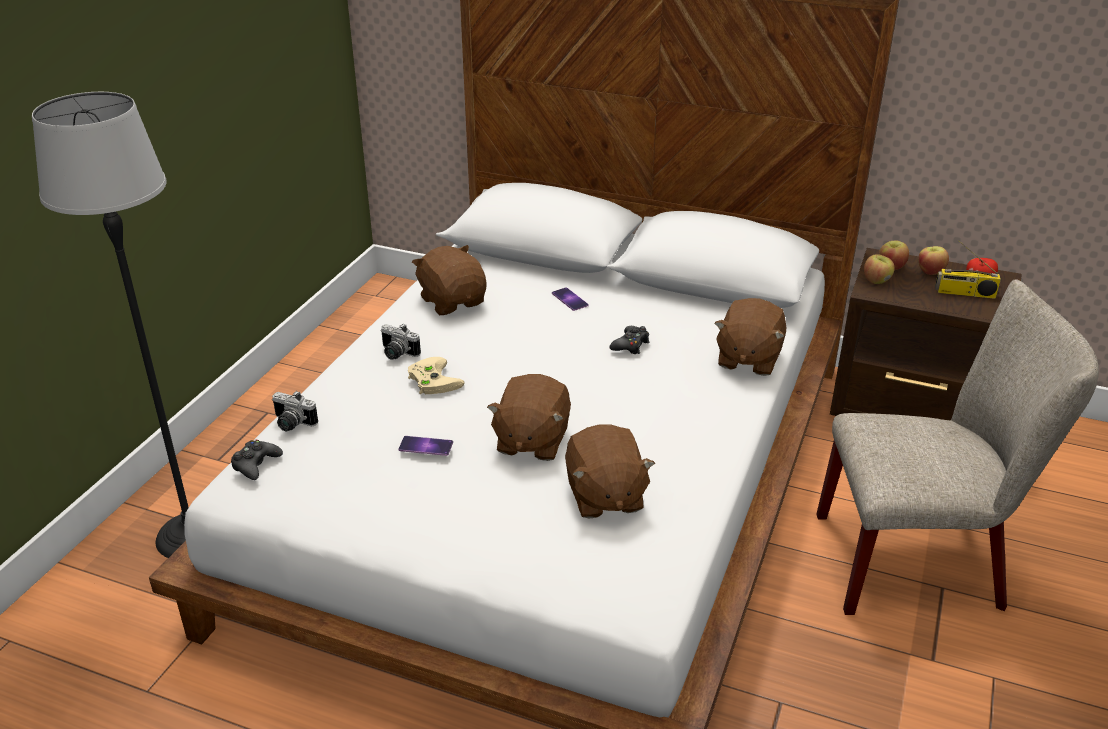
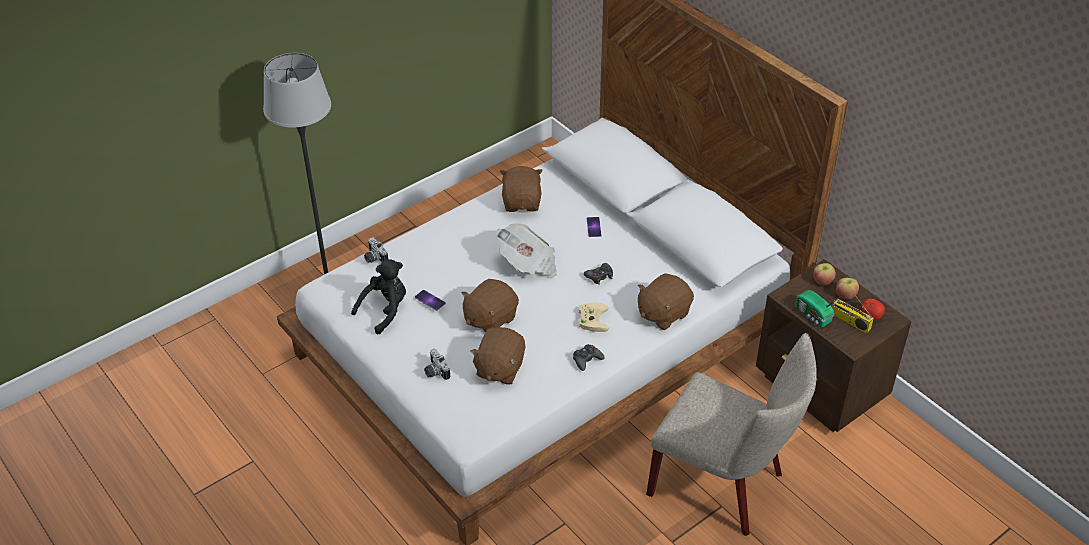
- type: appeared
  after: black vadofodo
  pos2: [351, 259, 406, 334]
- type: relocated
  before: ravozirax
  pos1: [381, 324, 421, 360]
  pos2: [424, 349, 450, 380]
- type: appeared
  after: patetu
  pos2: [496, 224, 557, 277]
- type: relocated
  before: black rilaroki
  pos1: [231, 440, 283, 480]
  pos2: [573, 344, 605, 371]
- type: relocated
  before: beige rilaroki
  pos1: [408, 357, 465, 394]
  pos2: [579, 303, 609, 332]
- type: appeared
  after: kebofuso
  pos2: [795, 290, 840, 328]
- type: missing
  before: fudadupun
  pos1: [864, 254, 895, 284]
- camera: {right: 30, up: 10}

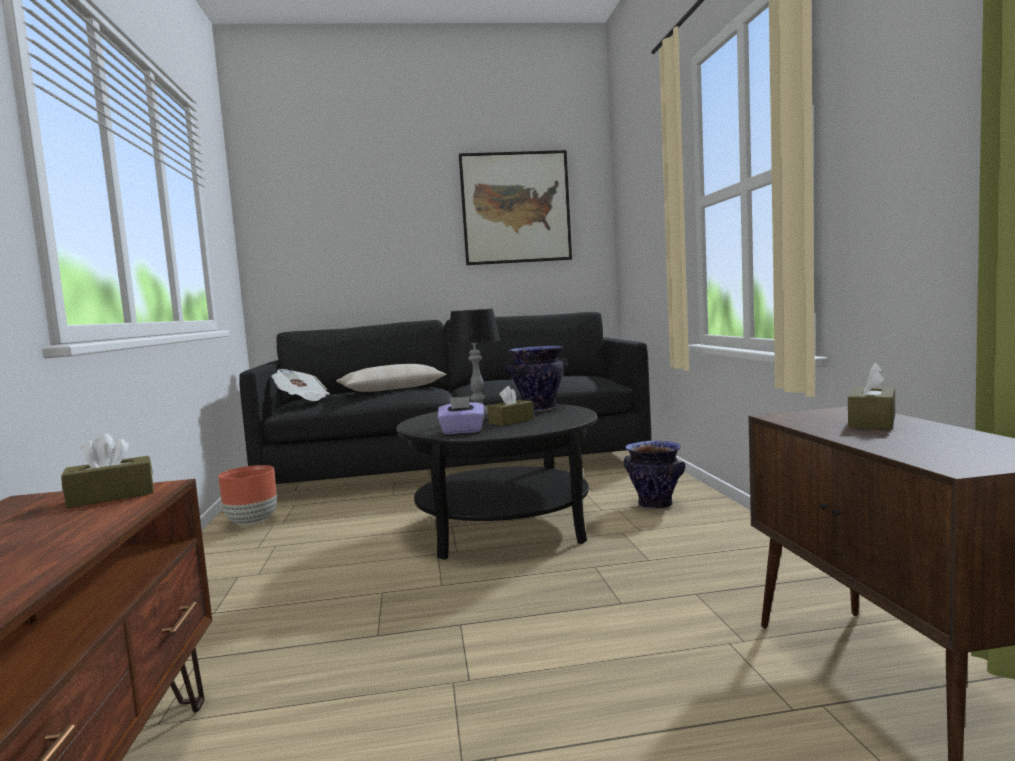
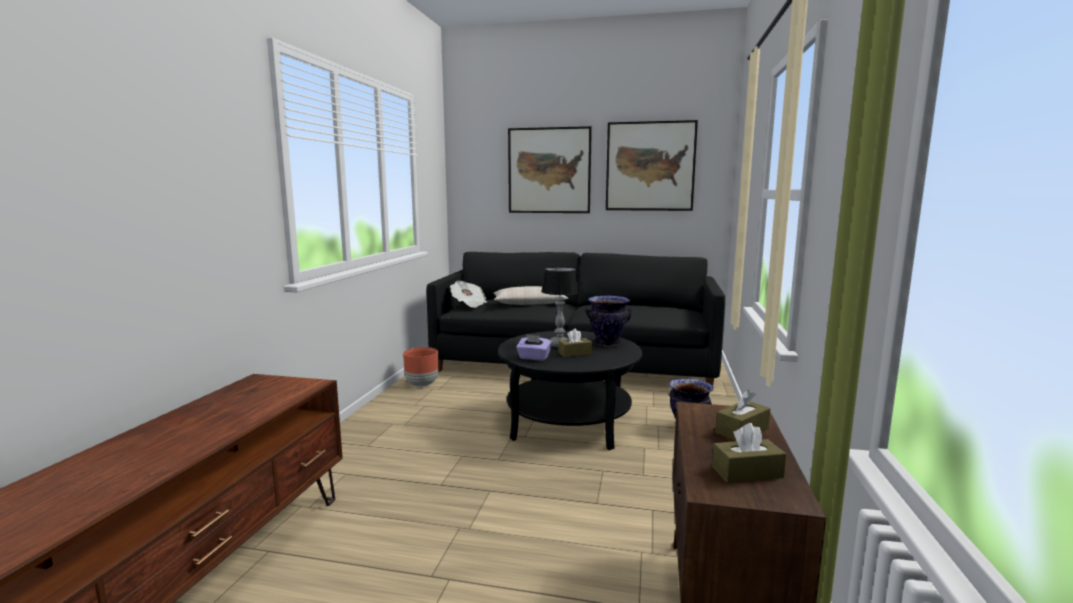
- type: appeared
  after: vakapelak
  pos2: [508, 126, 592, 213]
- type: relocated
  before: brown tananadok
  pos1: [61, 434, 154, 508]
  pos2: [712, 423, 786, 483]
- camera: {right: 20, up: 5}

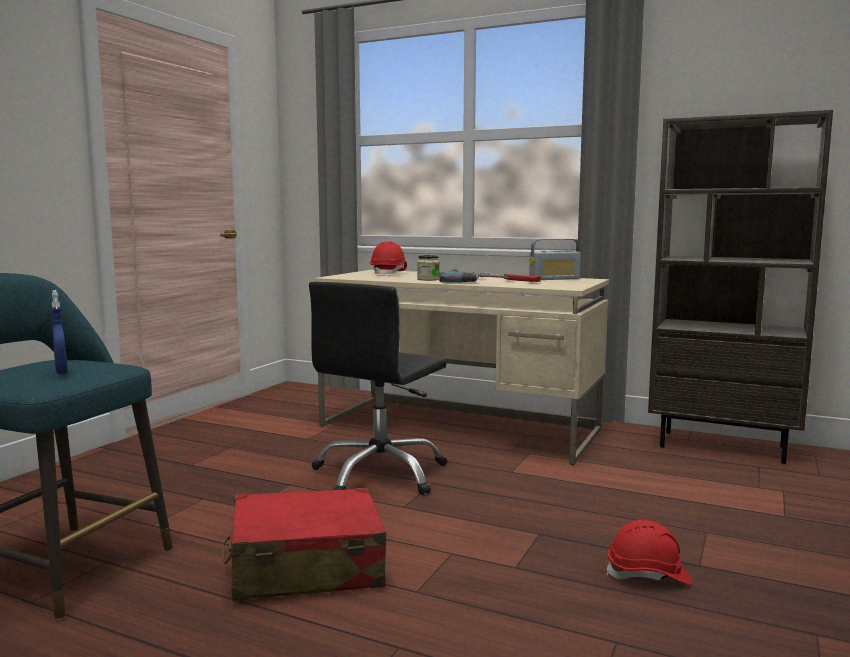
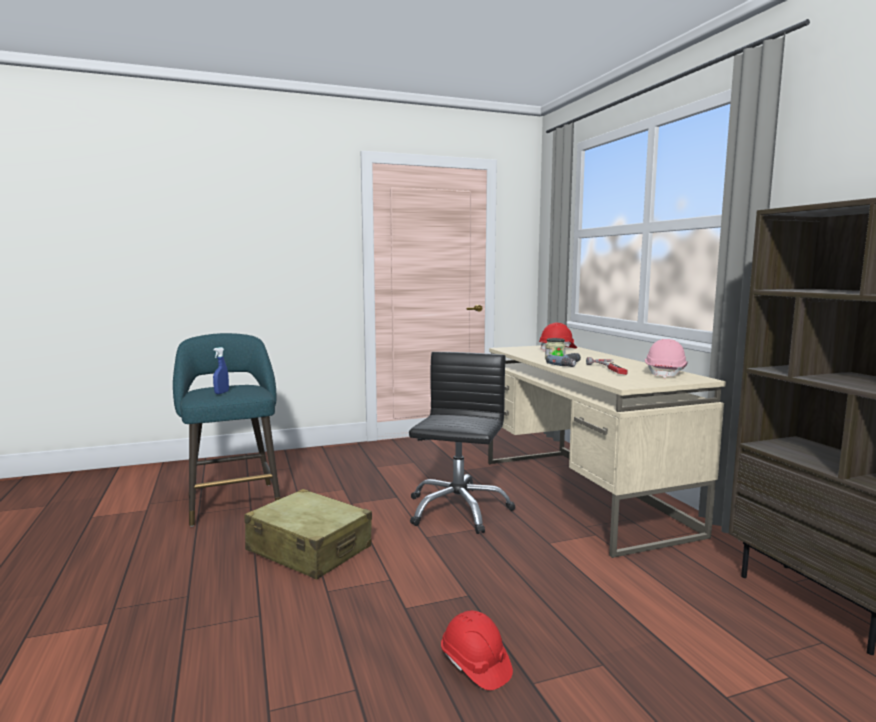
- type: colour
  before: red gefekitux
  after: beige gefekitux
  pos1: [222, 488, 386, 601]
  pos2: [244, 489, 372, 580]
- type: spun
  before: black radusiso
  pos1: [309, 282, 447, 495]
  pos2: [409, 352, 515, 534]
  turn: 120
- type: exchanged
  before: kebofuso
  after: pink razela
  pos1: [529, 239, 581, 280]
  pos2: [645, 339, 688, 378]
- camera: {right: 45, up: 0}

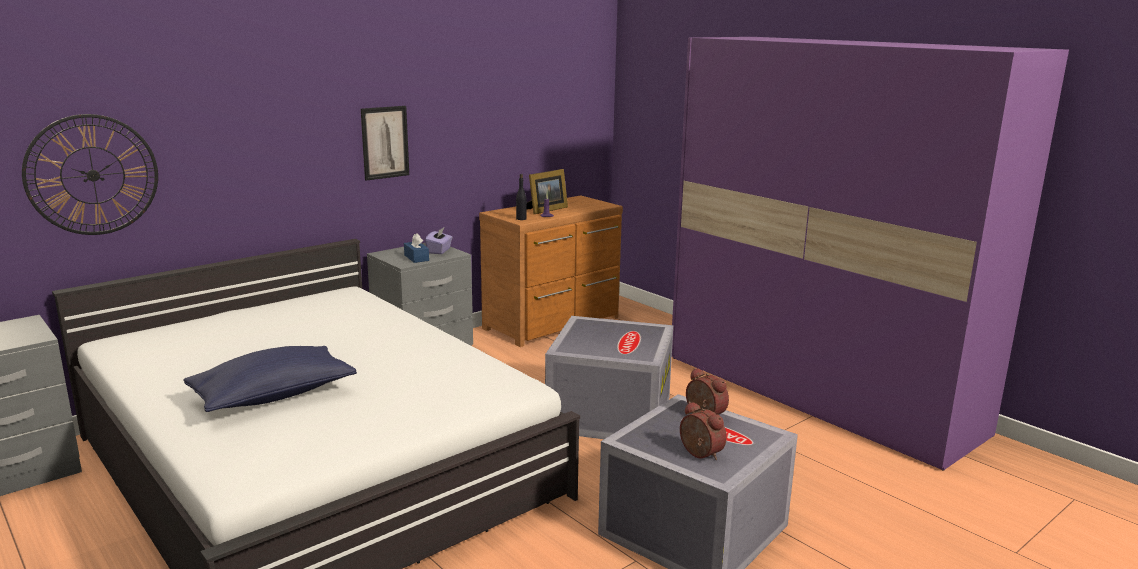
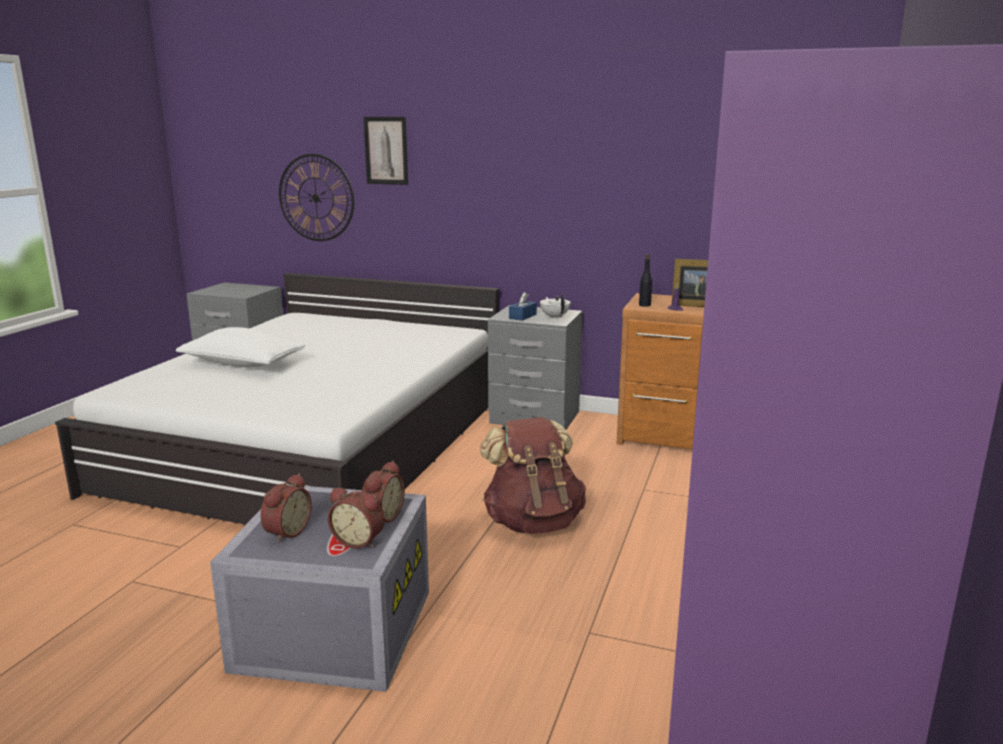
- type: colour
  before: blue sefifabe
  after: white sefifabe
  pos1: [183, 346, 357, 412]
  pos2: [176, 327, 305, 368]
- type: appeared
  after: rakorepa
  pos2: [328, 488, 385, 548]
- type: relocated
  before: vakapelak
  pos1: [361, 106, 409, 181]
  pos2: [364, 117, 408, 185]
- type: exchanged
  before: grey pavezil
  after: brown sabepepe
  pos1: [545, 316, 673, 439]
  pos2: [480, 417, 586, 534]
- type: exchanged
  before: purple tananadok
  after: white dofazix
  pos1: [425, 228, 452, 254]
  pos2: [540, 295, 570, 319]
- camera: {right: 60, up: 0}

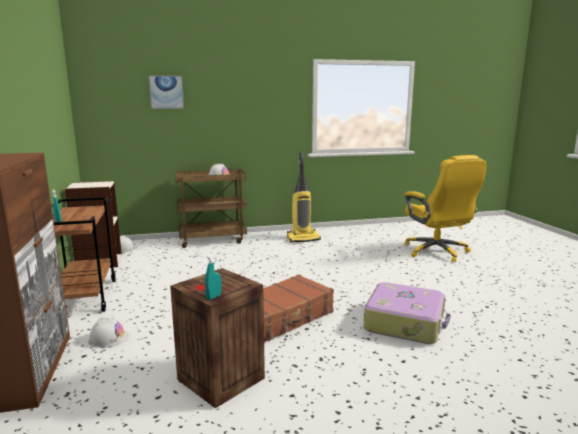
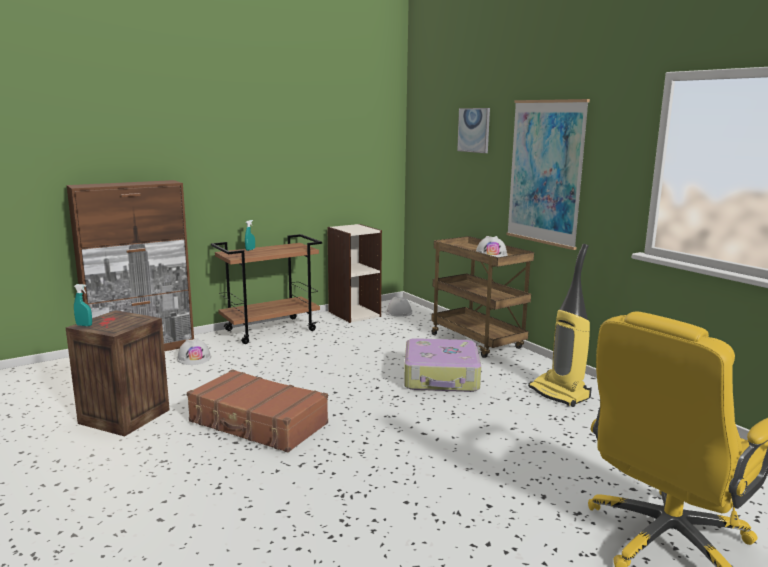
- type: relocated
  before: gefekitux
  pos1: [363, 282, 451, 344]
  pos2: [404, 338, 481, 392]
- type: appeared
  after: vakapelak
  pos2: [506, 99, 590, 250]
- camera: {right: 70, up: 0}

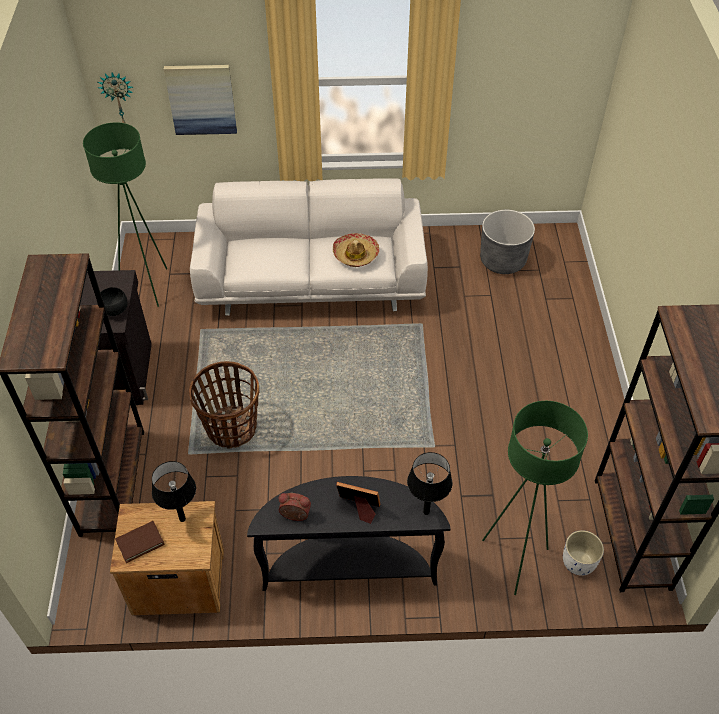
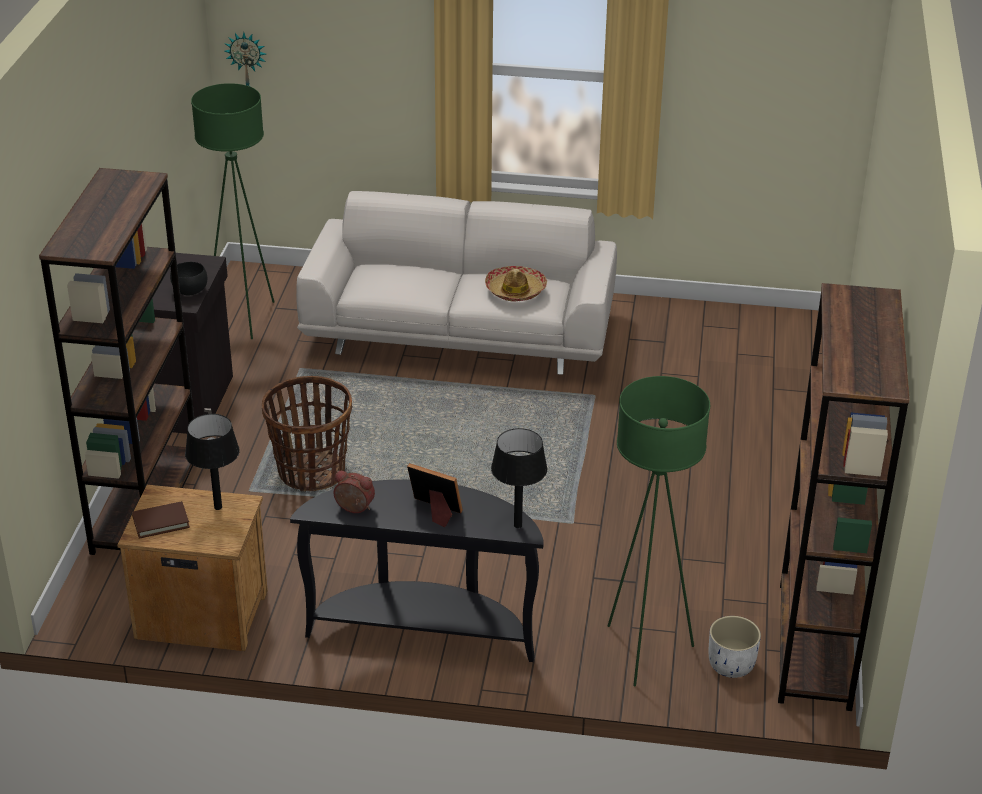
- type: missing
  before: vakapelak
  pos1: [164, 65, 237, 135]
- type: missing
  before: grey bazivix
  pos1: [480, 210, 535, 274]
- camera: {right: 10, up: -15}

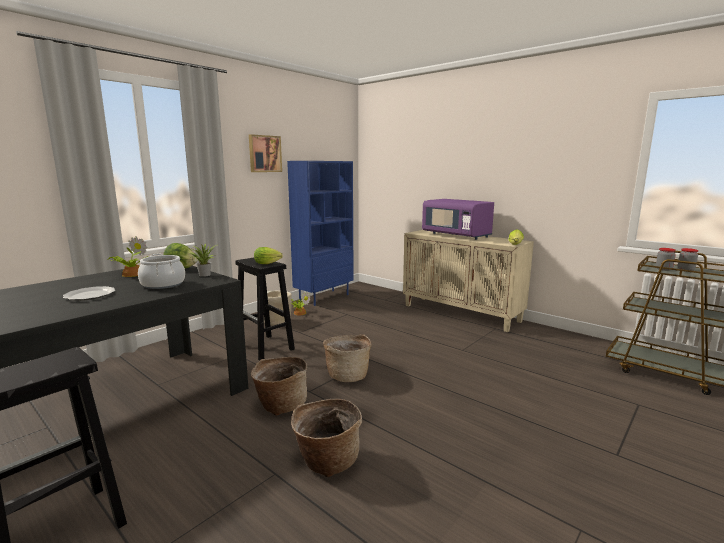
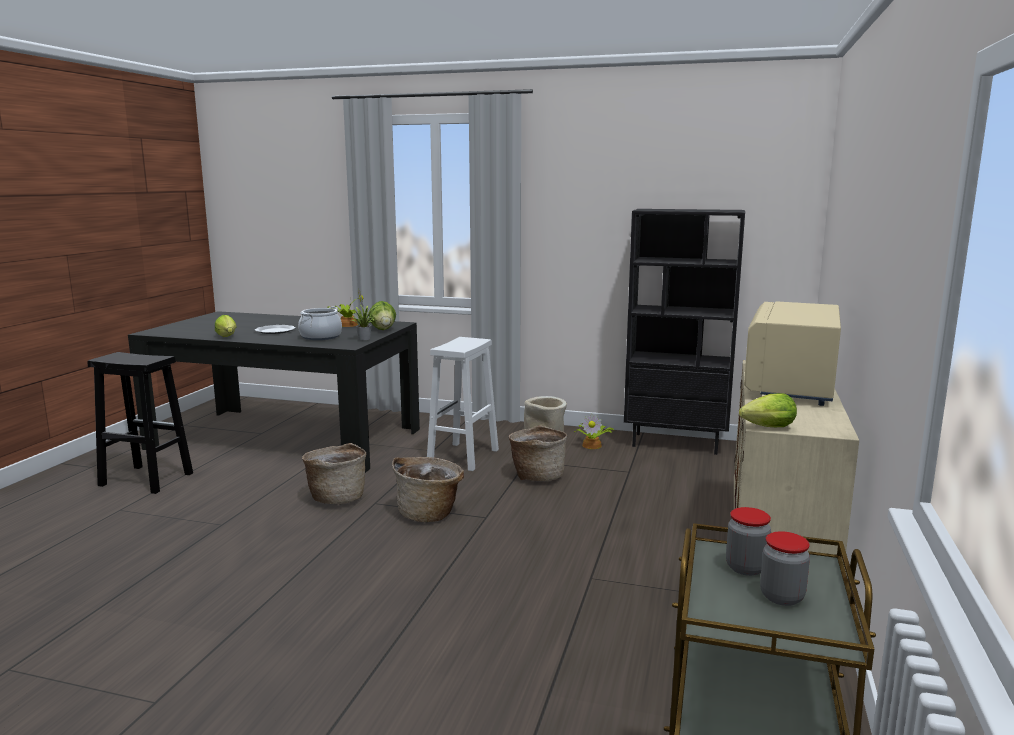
- type: relocated
  before: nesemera
  pos1: [254, 247, 283, 264]
  pos2: [215, 315, 237, 337]
- type: colour
  before: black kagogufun
  after: white kagogufun
  pos1: [235, 257, 295, 361]
  pos2: [427, 337, 499, 471]
- type: relocated
  before: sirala
  pos1: [291, 399, 362, 477]
  pos2: [509, 425, 567, 481]
- type: colour
  before: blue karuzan
  after: black karuzan
  pos1: [287, 161, 354, 306]
  pos2: [624, 209, 745, 455]
- type: colour
  before: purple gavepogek
  after: beige gavepogek
  pos1: [422, 199, 494, 240]
  pos2: [744, 301, 841, 406]
- type: missing
  before: vakapelak
  pos1: [249, 134, 282, 172]
- camera: {right: 65, up: 0}

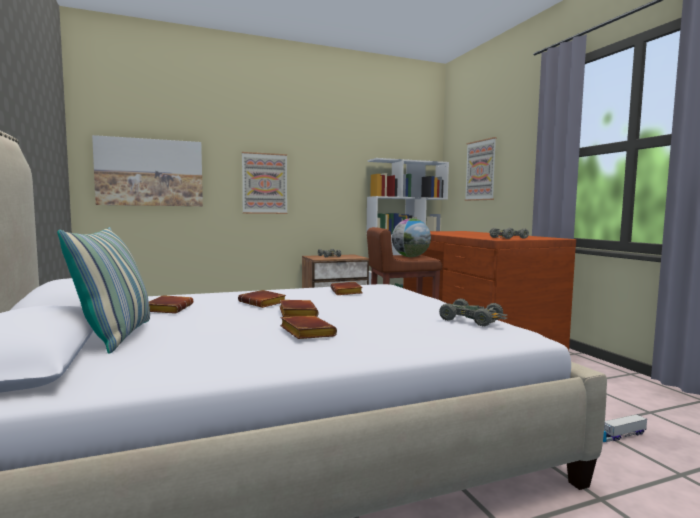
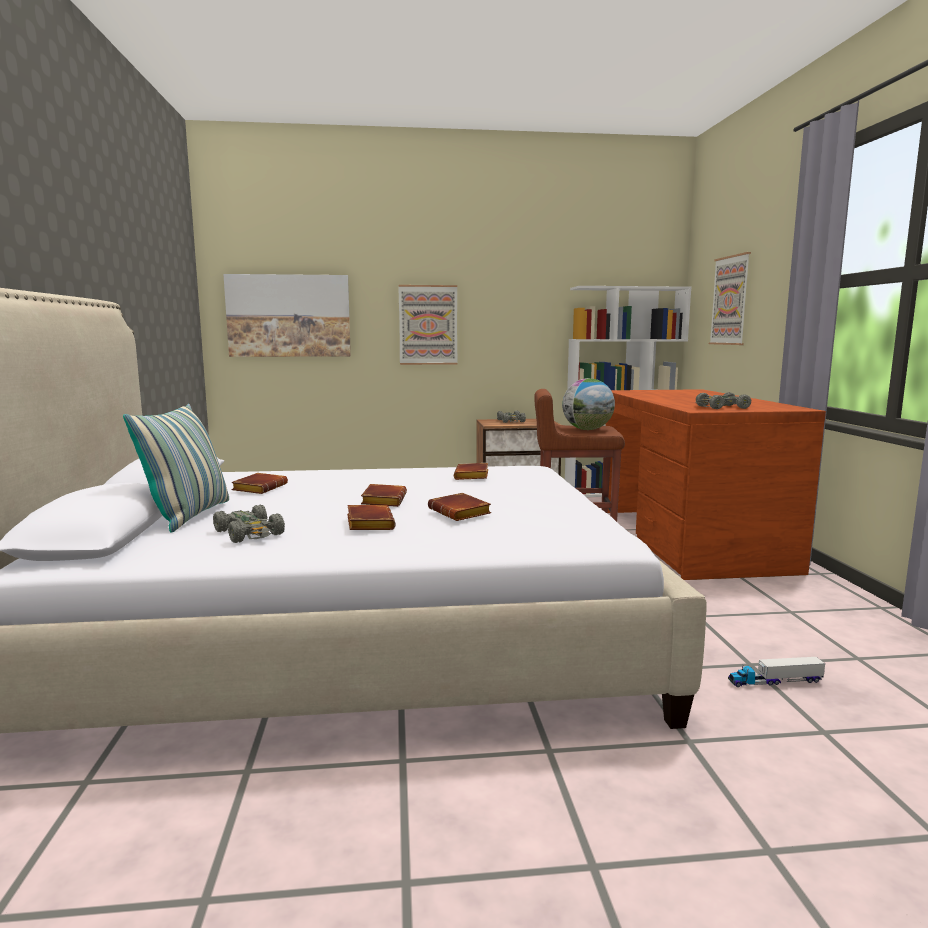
- type: relocated
  before: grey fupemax
  pos1: [439, 299, 507, 327]
  pos2: [213, 505, 285, 543]
- type: relocated
  before: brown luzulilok
  pos1: [238, 290, 286, 308]
  pos2: [428, 493, 491, 521]
- camera: {right: 15, up: 5}

